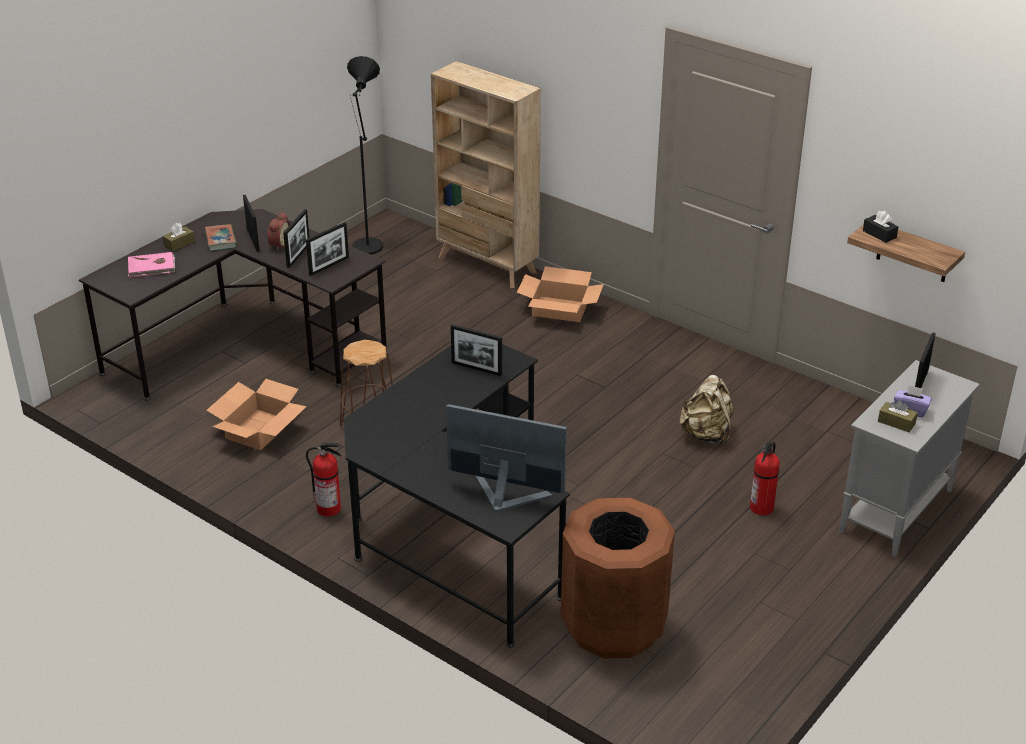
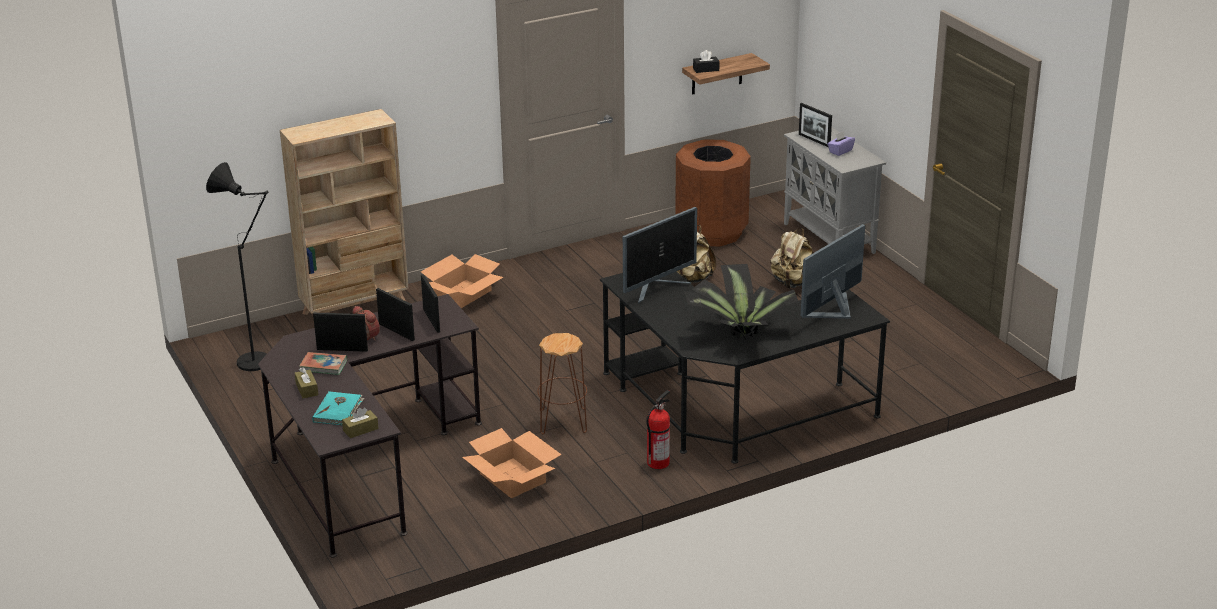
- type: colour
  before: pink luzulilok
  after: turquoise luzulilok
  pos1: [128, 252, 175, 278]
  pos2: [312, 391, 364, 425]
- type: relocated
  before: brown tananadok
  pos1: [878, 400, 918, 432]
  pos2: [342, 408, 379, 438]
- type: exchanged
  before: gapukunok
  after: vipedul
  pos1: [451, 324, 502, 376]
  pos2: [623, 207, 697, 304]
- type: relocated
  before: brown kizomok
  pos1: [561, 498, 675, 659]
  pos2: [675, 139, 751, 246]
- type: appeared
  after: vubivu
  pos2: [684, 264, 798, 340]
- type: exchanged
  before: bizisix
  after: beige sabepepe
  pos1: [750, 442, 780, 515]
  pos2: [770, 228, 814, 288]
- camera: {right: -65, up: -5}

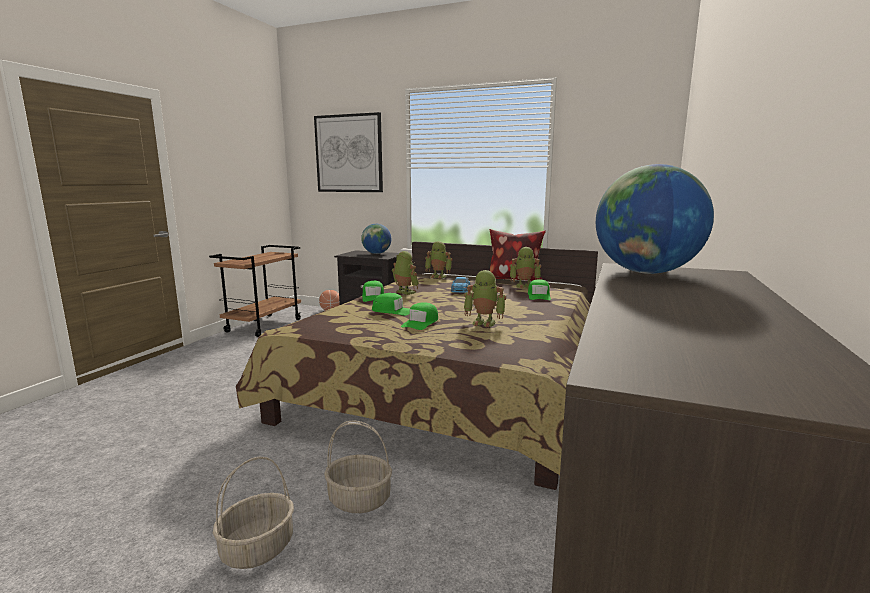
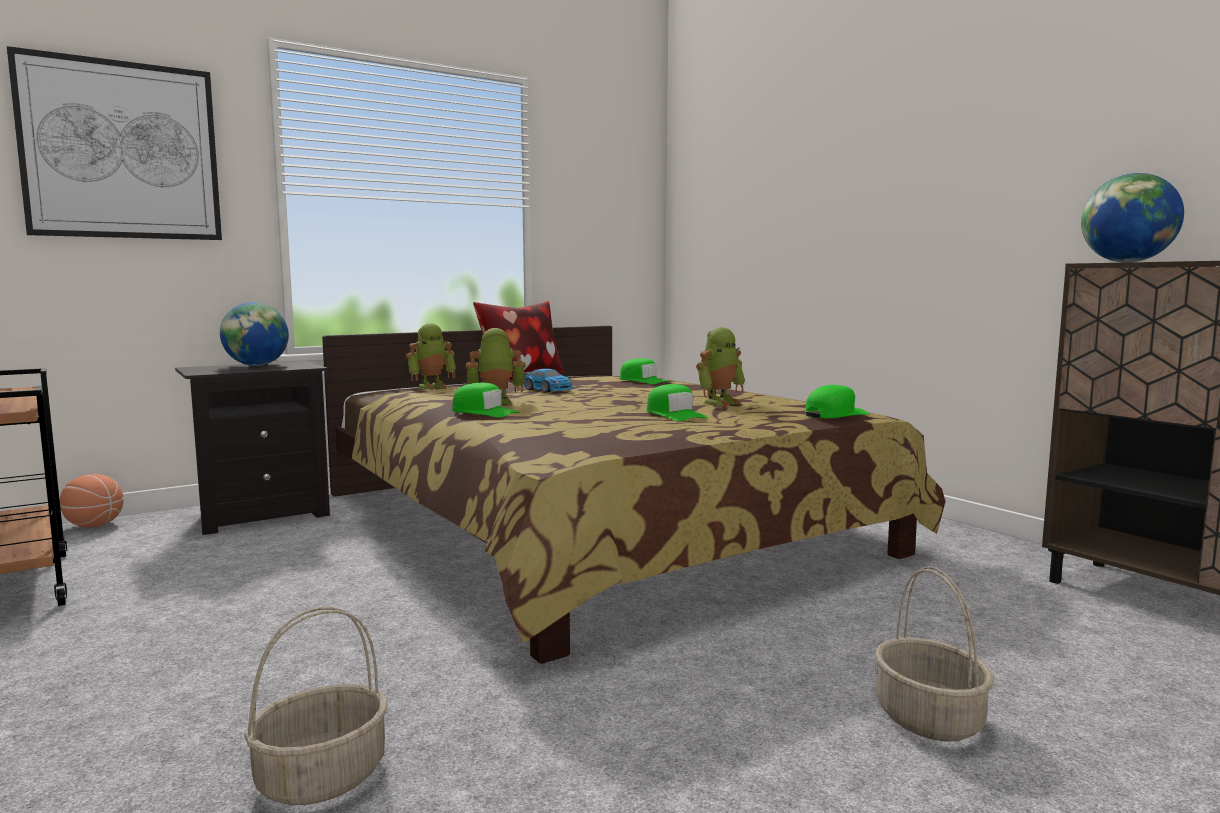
- type: relocated
  before: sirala
  pos1: [324, 420, 392, 513]
  pos2: [244, 607, 388, 805]
- type: relocated
  before: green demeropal
  pos1: [372, 293, 410, 316]
  pos2: [805, 385, 870, 418]
- type: missing
  before: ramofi
  pos1: [510, 247, 541, 289]
- camera: {right: -55, up: -5}

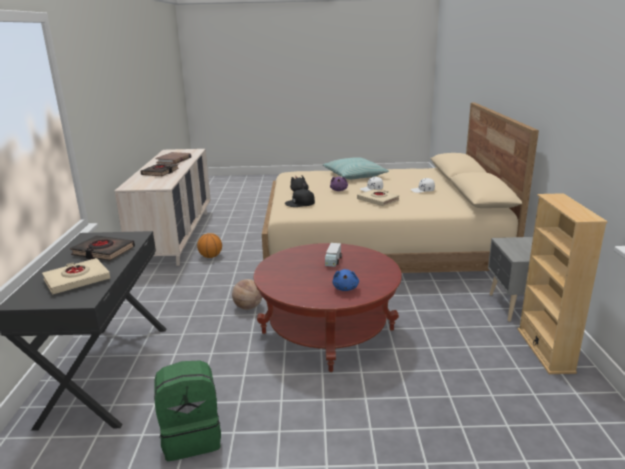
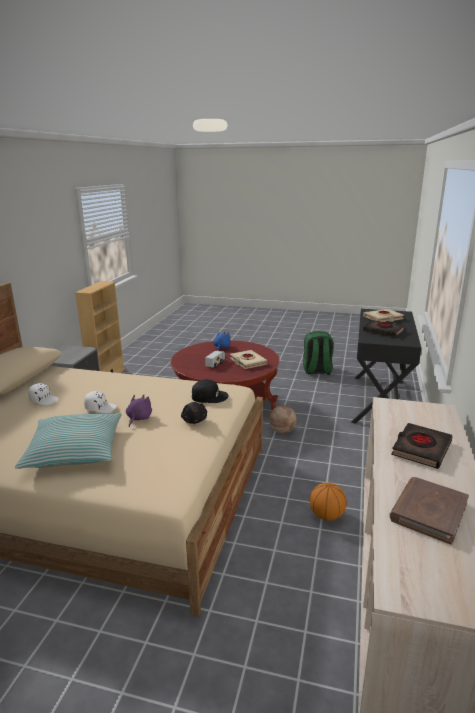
- type: relocated
  before: beige luzulilok
  pos1: [357, 189, 400, 206]
  pos2: [230, 350, 268, 369]
- camera: {right: -165, up: 0}

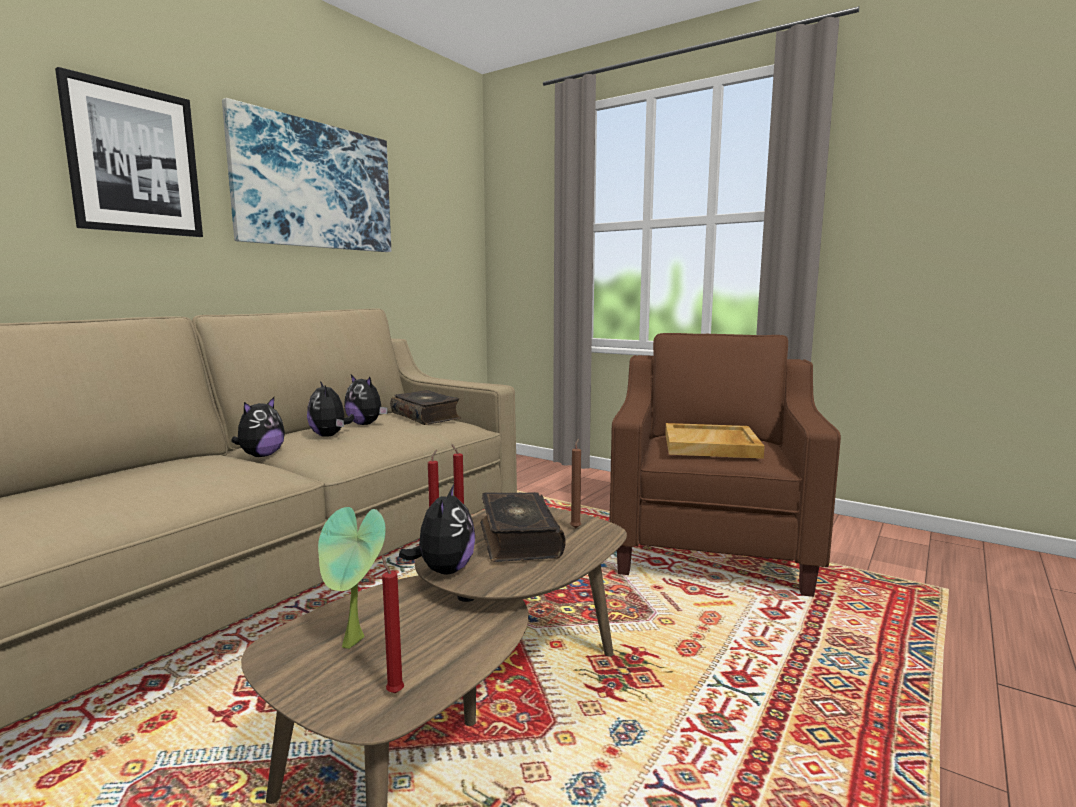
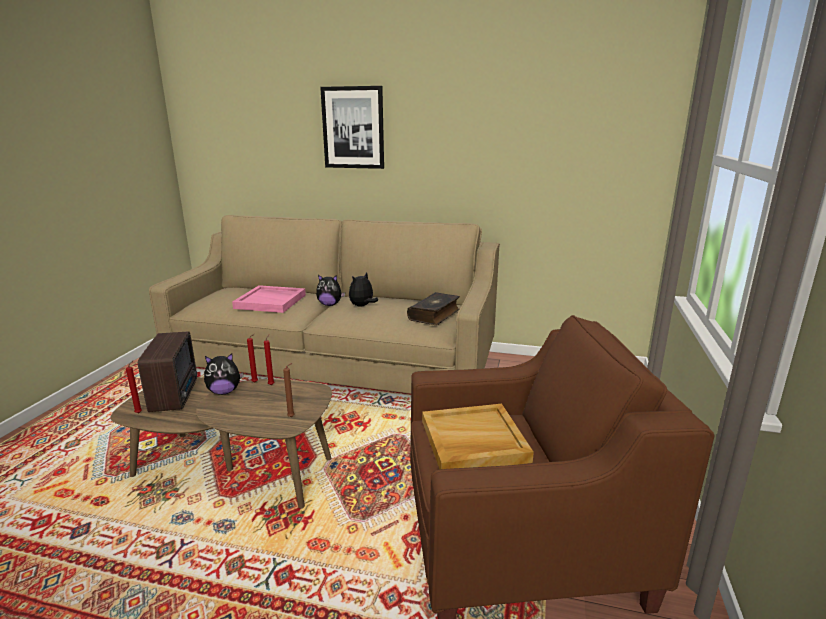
- type: exchanged
  before: vubivu
  after: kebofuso
  pos1: [318, 507, 386, 649]
  pos2: [138, 331, 197, 412]
- type: appeared
  after: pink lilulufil
  pos2: [232, 285, 306, 313]
- type: missing
  before: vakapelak
  pos1: [222, 98, 391, 252]
- type: missing
  before: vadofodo
  pos1: [344, 375, 388, 425]
- type: missing
  before: luzulilok
  pos1: [480, 492, 566, 562]
- camera: {right: 70, up: 10}

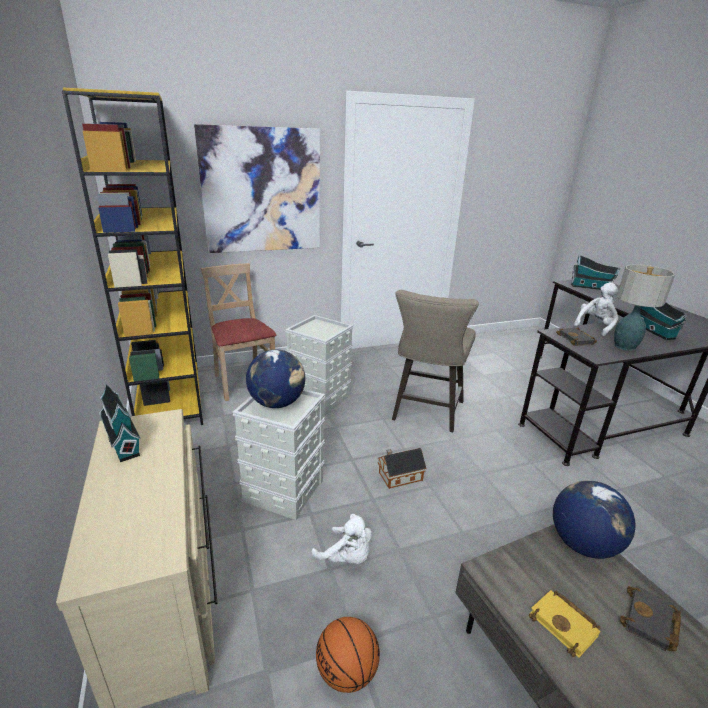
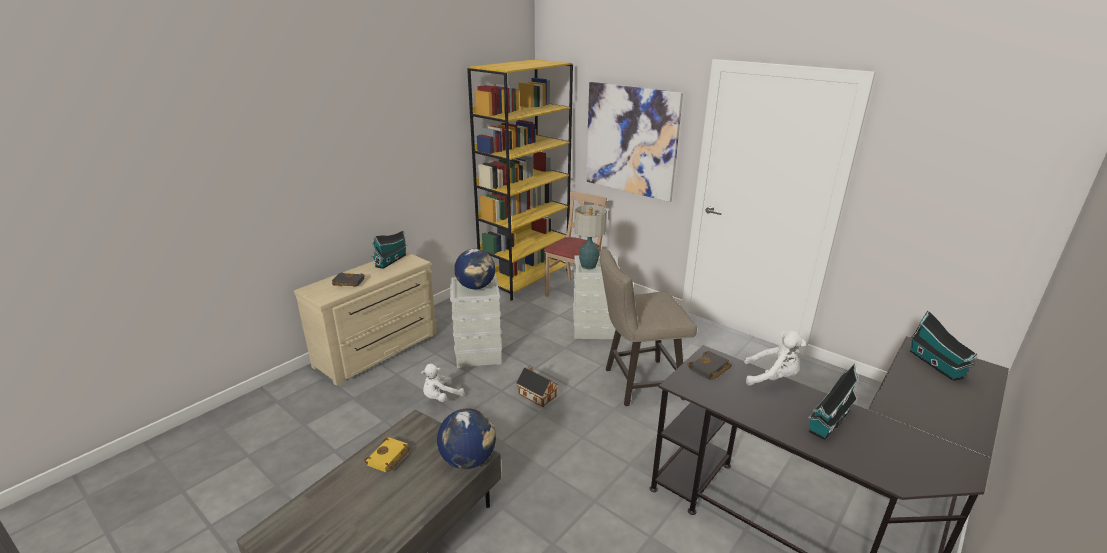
- type: relocated
  before: black luzulilok
  pos1: [620, 586, 681, 651]
  pos2: [332, 272, 365, 287]
- type: spun
  before: white vadofodo
  pos1: [312, 514, 372, 564]
  pos2: [421, 363, 464, 402]
  turn: 45
- type: relocated
  before: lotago
  pos1: [614, 264, 675, 351]
  pos2: [574, 205, 607, 269]
- type: missing
  before: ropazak
  pos1: [316, 617, 380, 693]
- camera: {right: 60, up: 0}

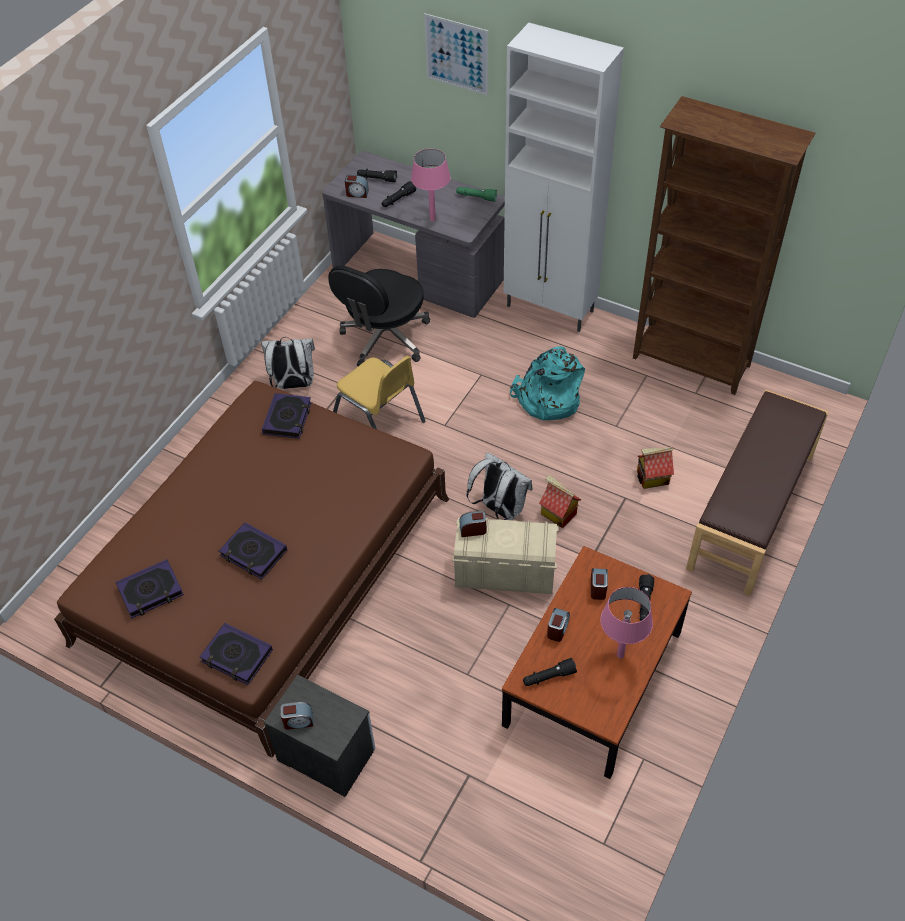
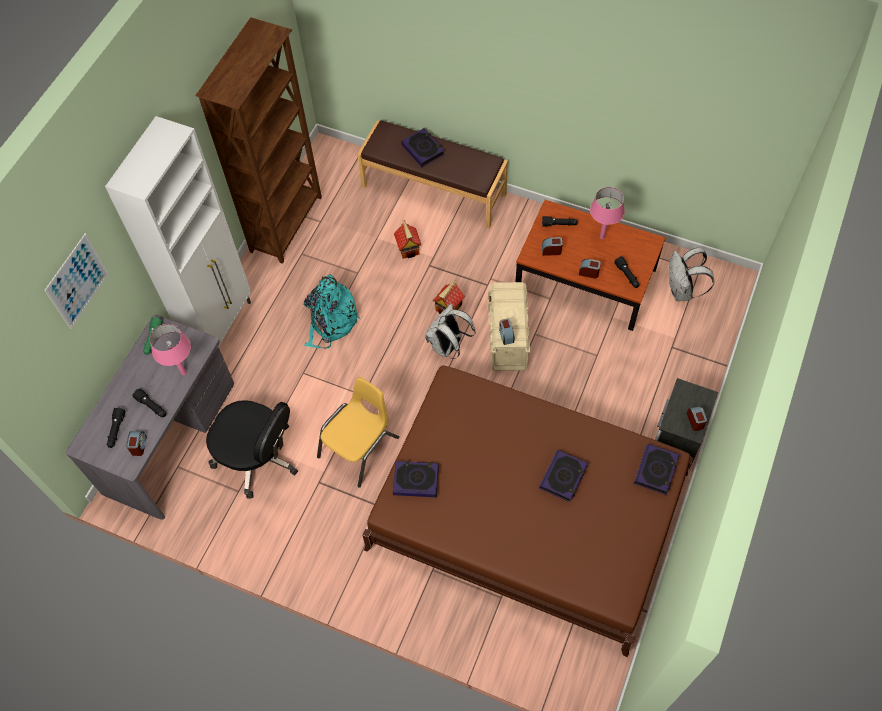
- type: relocated
  before: luzulilok
  pos1: [115, 559, 184, 619]
  pos2: [401, 128, 445, 167]
- type: relocated
  before: white sabepepe
  pos1: [261, 337, 315, 389]
  pos2: [669, 248, 714, 301]
- camera: {right: -95, up: 10}

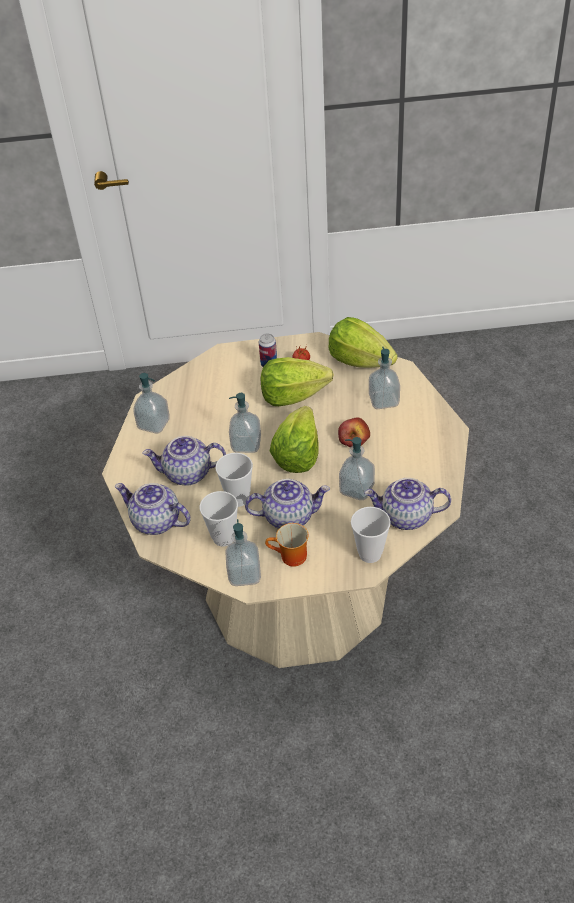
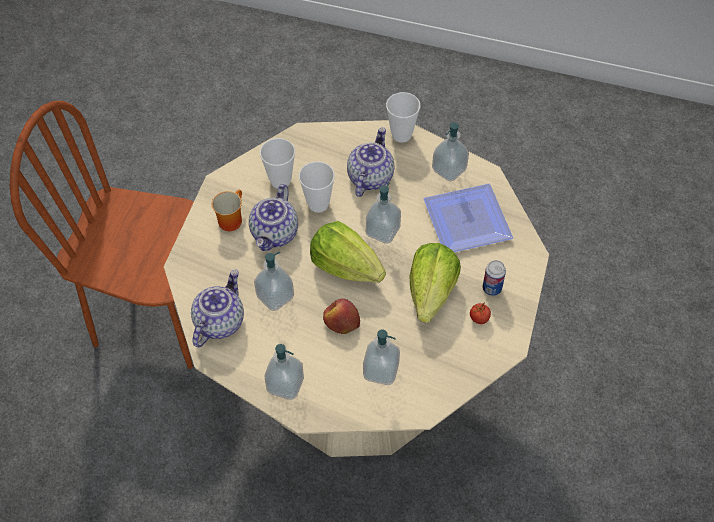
- type: appeared
  after: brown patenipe
  pos2: [10, 101, 194, 369]
- type: relocated
  before: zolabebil
  pos1: [225, 519, 261, 586]
  pos2: [264, 344, 304, 400]
- type: relocated
  before: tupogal
  pos1: [351, 507, 391, 563]
  pos2: [386, 92, 420, 143]
- type: appeared
  after: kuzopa
  pos2: [424, 184, 513, 252]
- type: missing
  before: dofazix
  pos1: [115, 483, 191, 535]
- type: missing
  before: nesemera
  pos1: [328, 317, 398, 368]
- camera: {right: 110, up: 10}

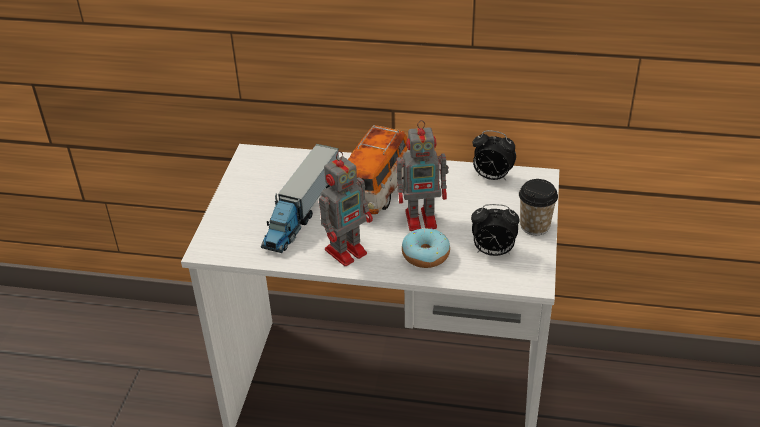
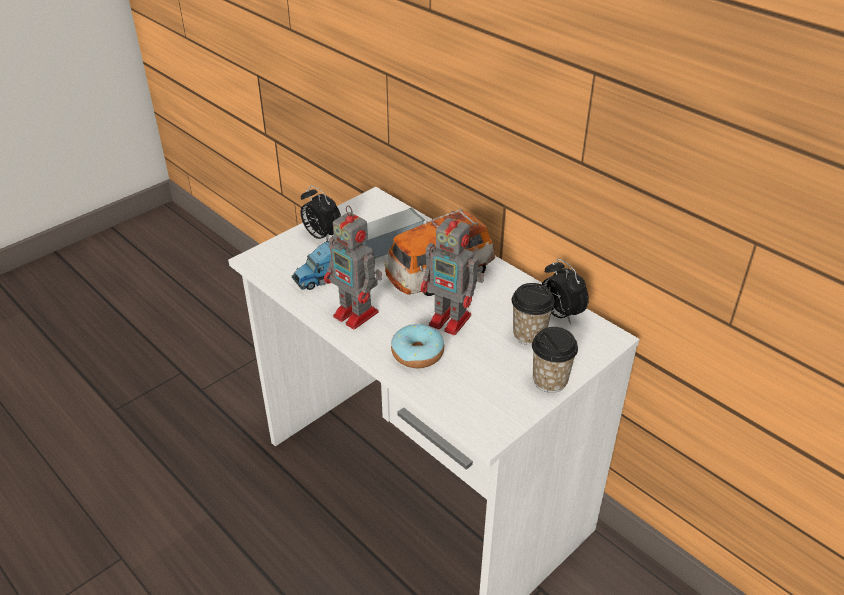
- type: relocated
  before: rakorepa
  pos1: [471, 204, 520, 256]
  pos2: [301, 185, 341, 240]
- type: spun
  before: ramofi
  pos1: [319, 151, 373, 266]
  pos2: [324, 205, 382, 329]
  turn: 45
- type: appeared
  after: tupogal
  pos2: [512, 283, 555, 345]
- camera: {right: 35, up: 0}

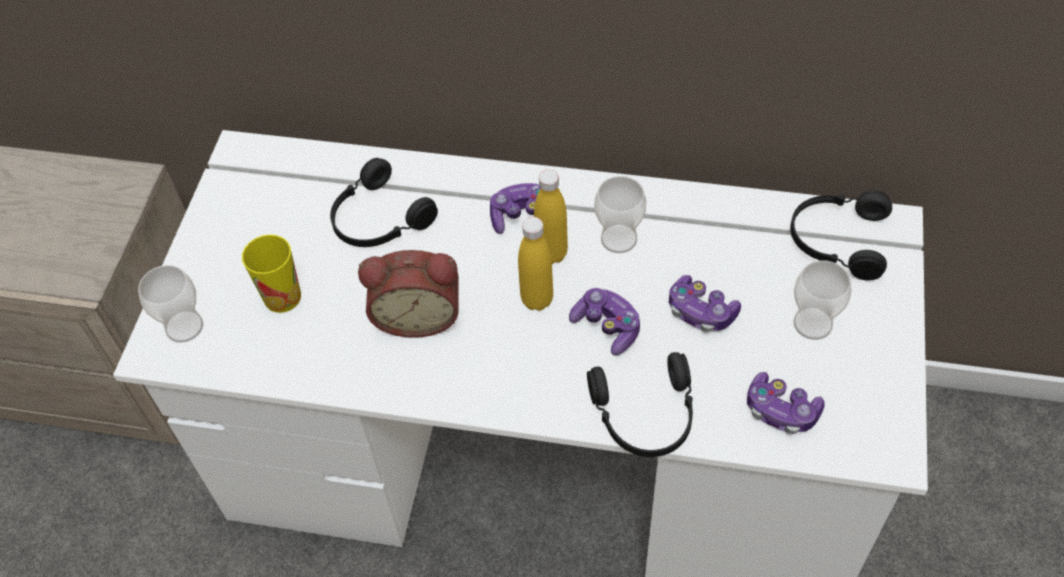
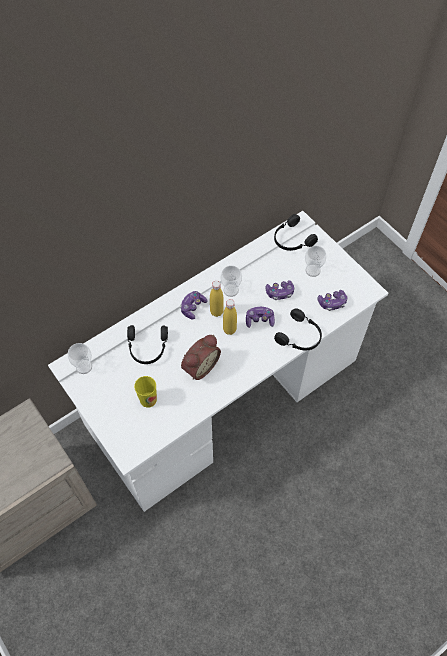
- type: relocated
  before: tupogal
  pos1: [138, 265, 203, 343]
  pos2: [68, 343, 92, 374]
- camera: {right: -50, up: 5}

